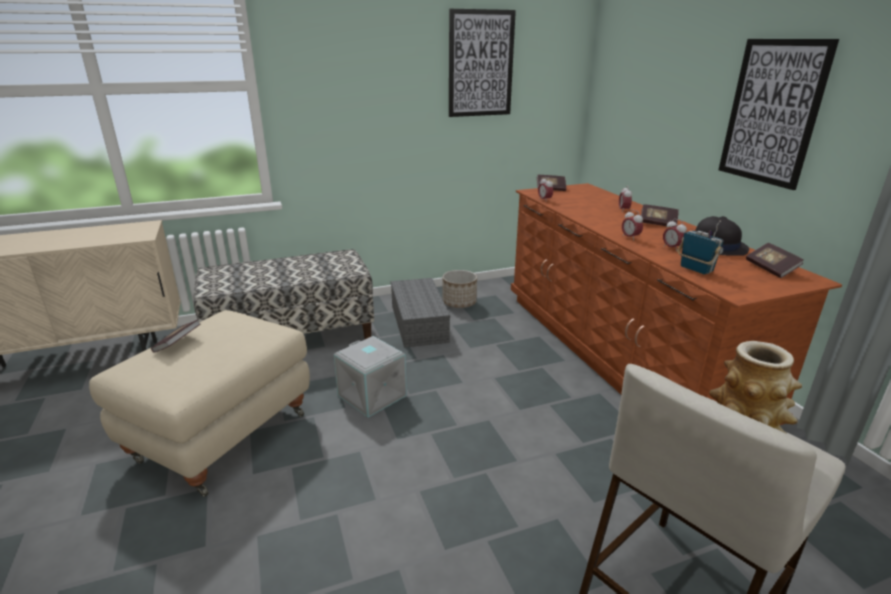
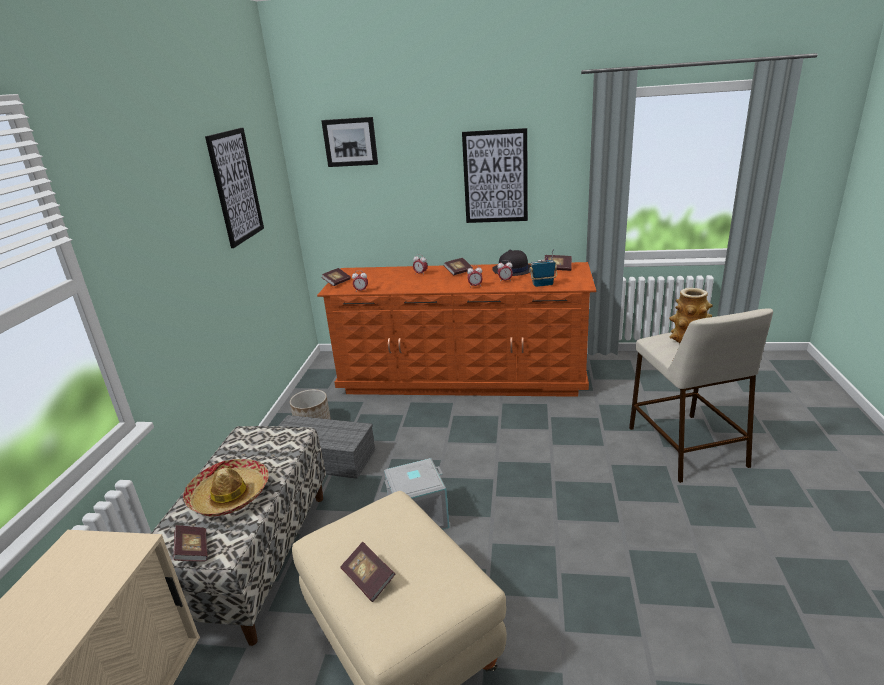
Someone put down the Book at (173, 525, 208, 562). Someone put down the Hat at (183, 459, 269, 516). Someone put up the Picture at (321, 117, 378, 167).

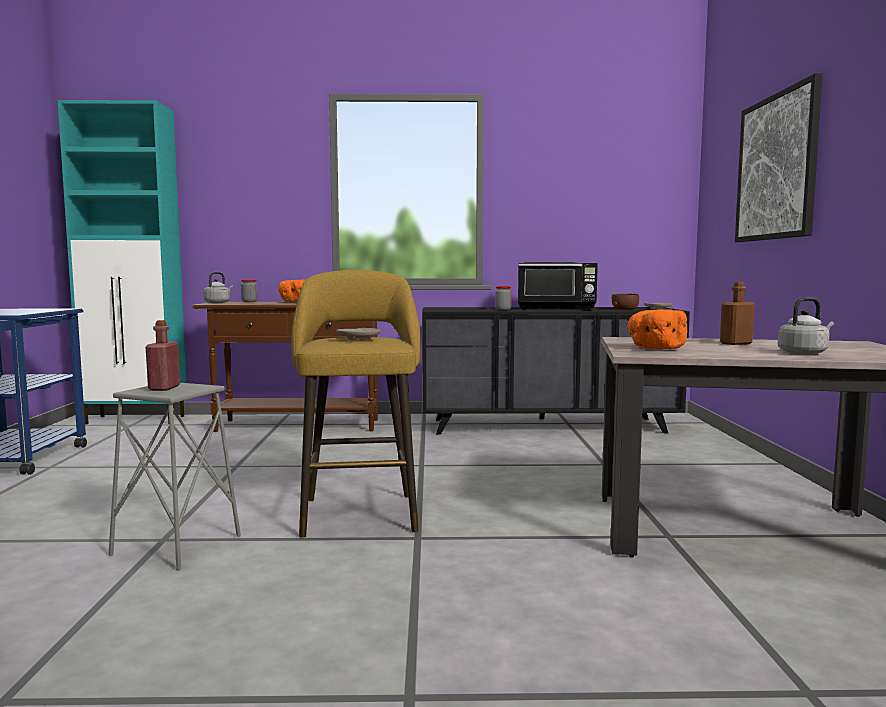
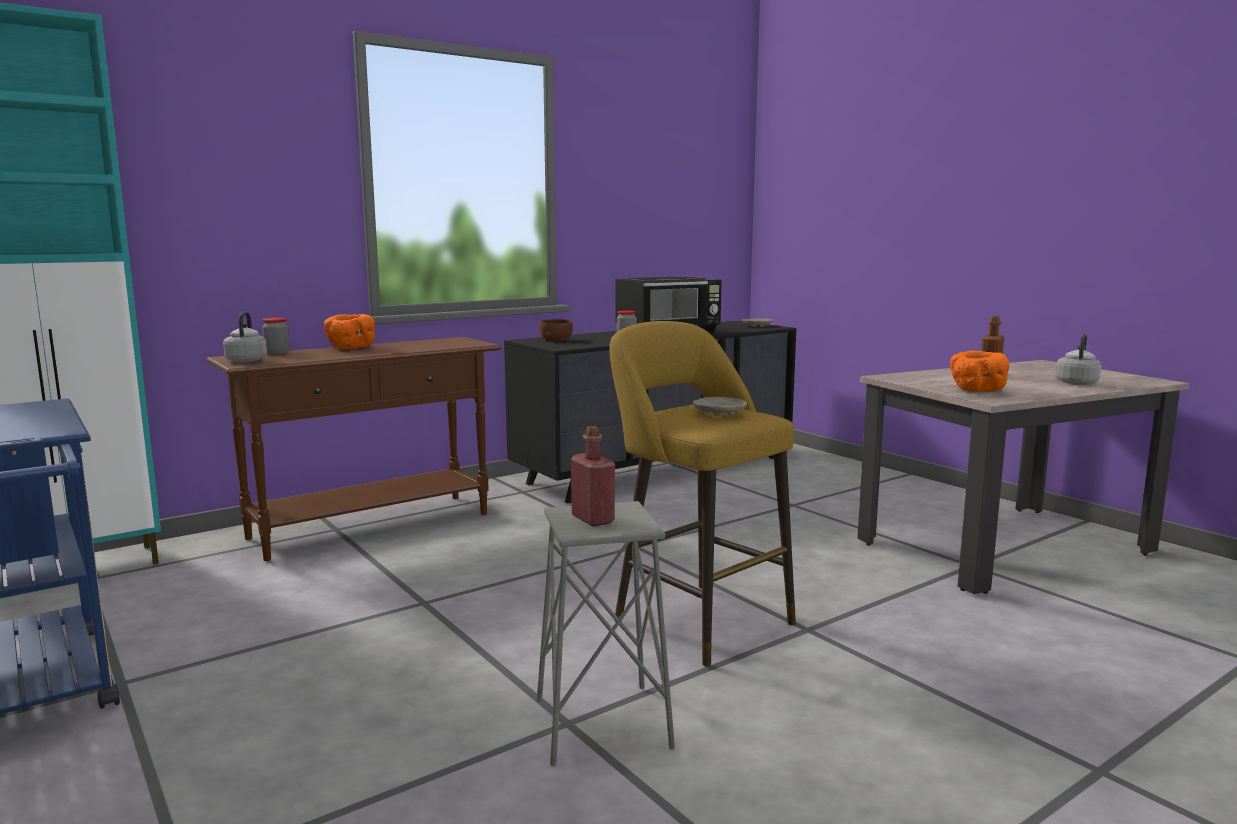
Someone carried the BrownBowl from (612, 294, 639, 310) to (539, 319, 573, 341). Someone took away the Picture at (735, 73, 823, 242).

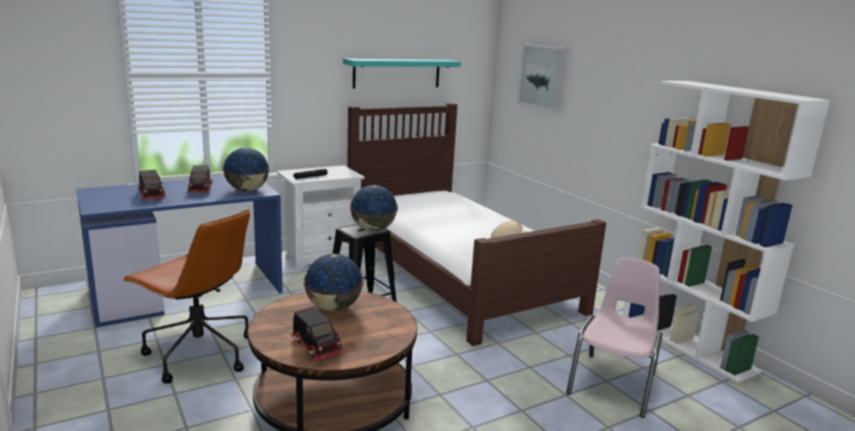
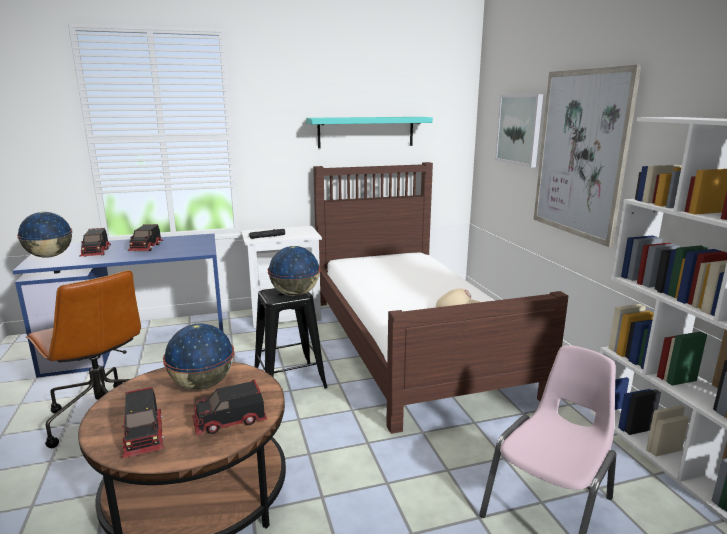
Someone carried the Globe from (223, 148, 270, 191) to (17, 212, 73, 258). Someone put down the ToyTruck at (192, 379, 267, 436). Someone put up the Picture at (534, 65, 641, 247).

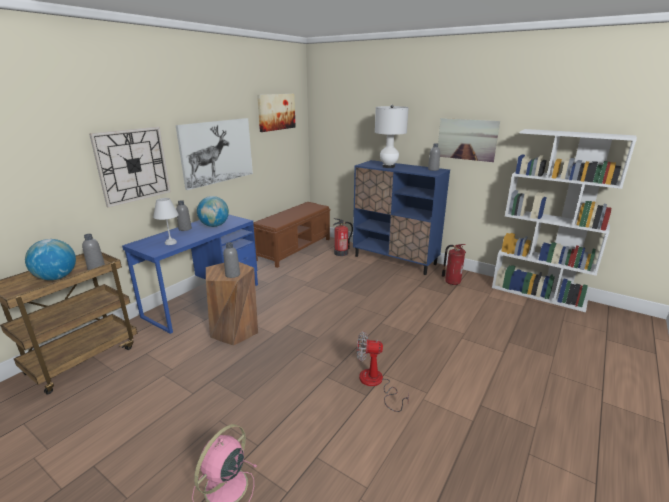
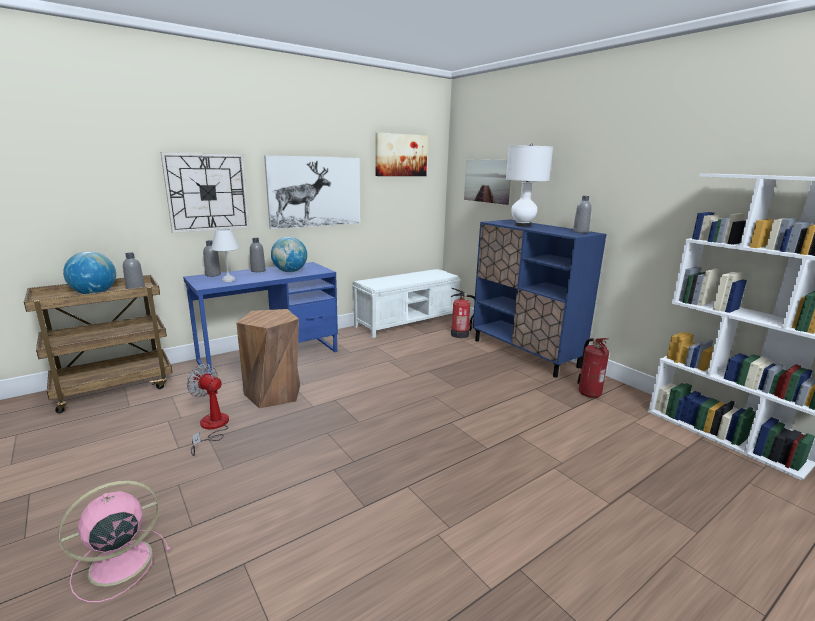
Someone carried the Fan from (357, 331, 409, 412) to (187, 364, 229, 456). Someone carried the GreyBottle from (223, 242, 240, 278) to (203, 240, 221, 277). Someone repainted the BrownBench at (253, 202, 331, 268), which became the WhiteBench at (352, 269, 461, 338). Someone carried the Picture from (438, 118, 500, 162) to (464, 159, 511, 205).

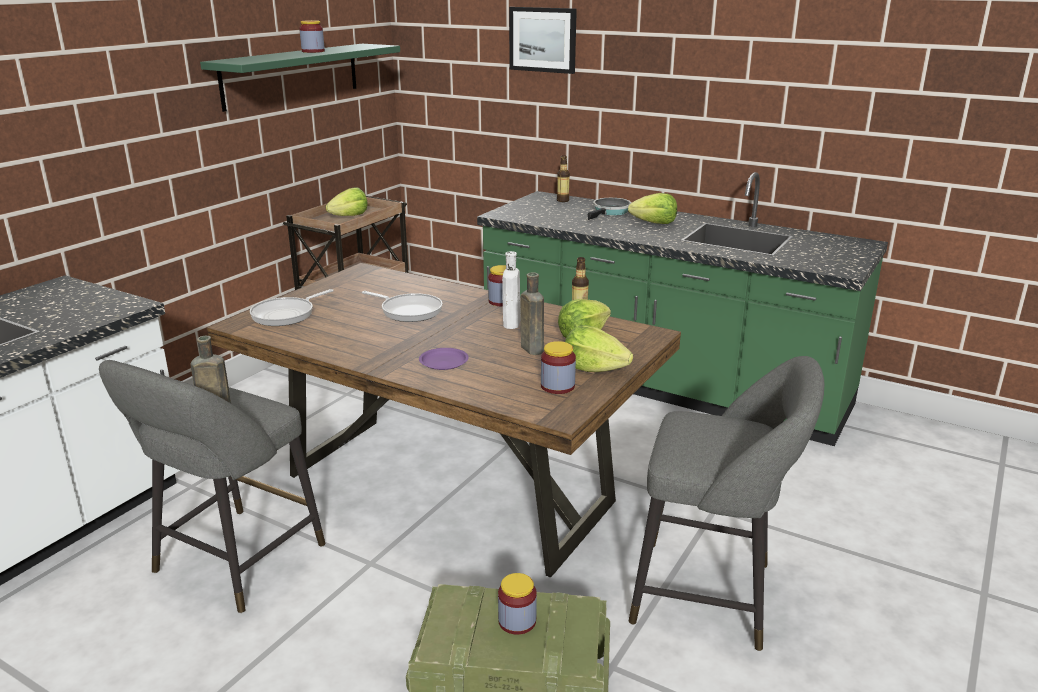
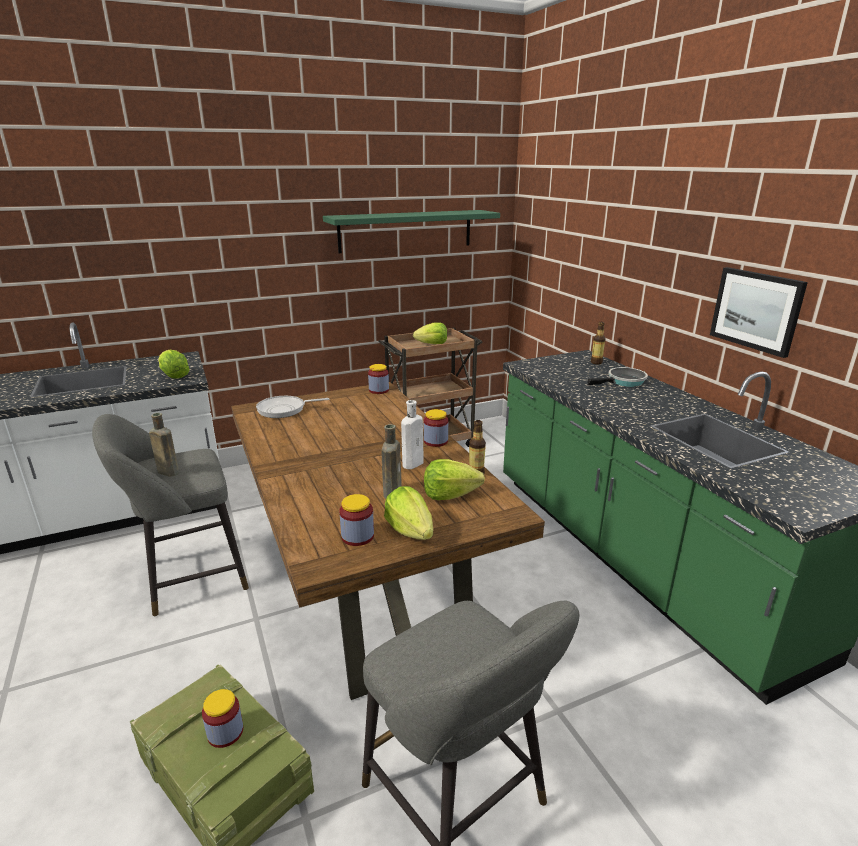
Someone carried the Lettuce from (628, 193, 677, 224) to (158, 350, 190, 379). Someone carried the Jar from (299, 20, 325, 53) to (368, 364, 389, 394). Someone carried the Picture from (509, 7, 577, 74) to (710, 267, 808, 358). Someone took away the FryingPan at (362, 291, 442, 322). Someone took away the PurplePlate at (419, 348, 469, 370).

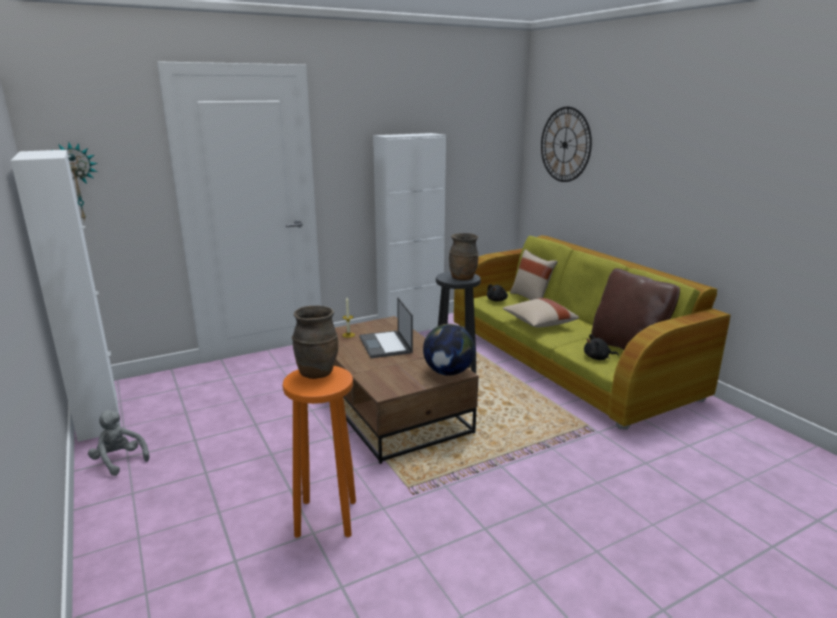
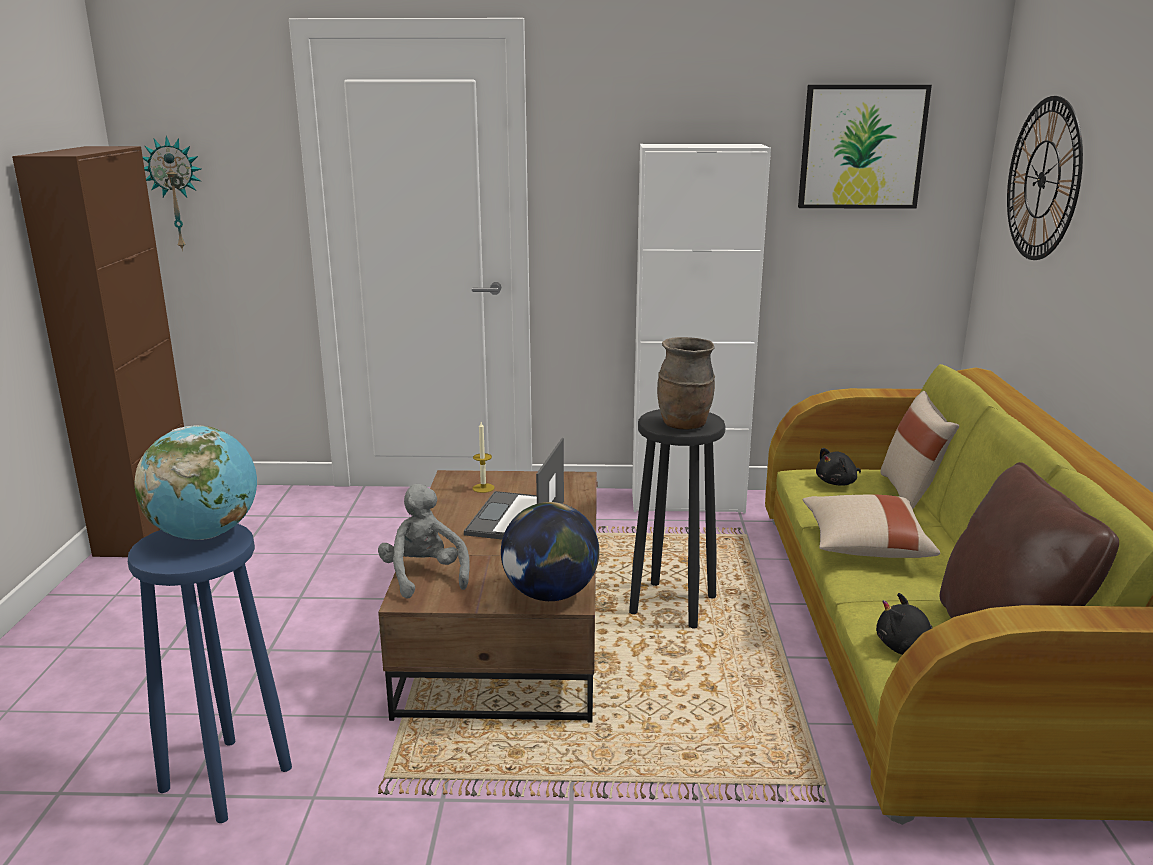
Someone repainted the WhiteCabinet at (11, 150, 121, 442), which became the BrownCabinet at (12, 146, 184, 557). Someone repainted the OrangeStool at (282, 366, 356, 538), which became the BlueStool at (128, 524, 292, 823). Someone swapped the BrownVase at (291, 305, 338, 379) for the Globe at (134, 425, 257, 540). Someone carried the GreyPlushToy from (88, 410, 149, 476) to (378, 484, 470, 599). Someone put up the Picture at (798, 85, 932, 209).

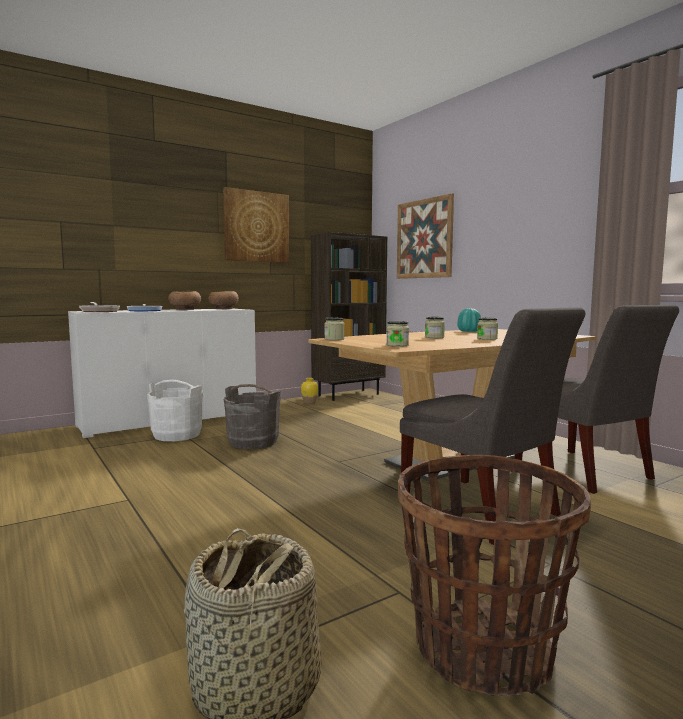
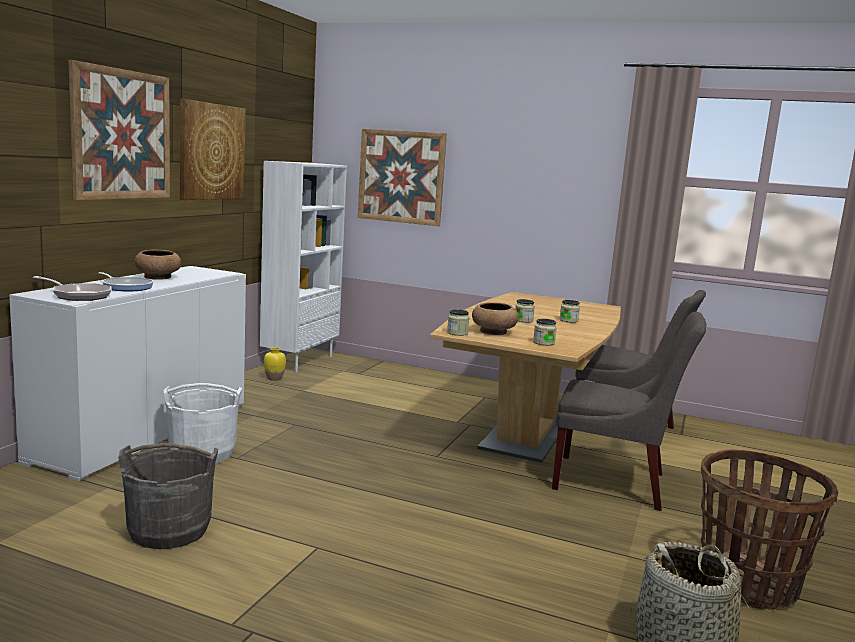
Someone put up the Picture at (68, 60, 170, 200). Someone carried the GreyBucket from (224, 384, 281, 449) to (118, 443, 218, 549). Someone repainted the BrownBookcase at (311, 232, 387, 401), which became the WhiteBookcase at (260, 161, 347, 372). Someone carried the BrownBowl from (209, 291, 239, 309) to (472, 302, 518, 335). Someone took away the TurquoiseVase at (457, 309, 481, 332).

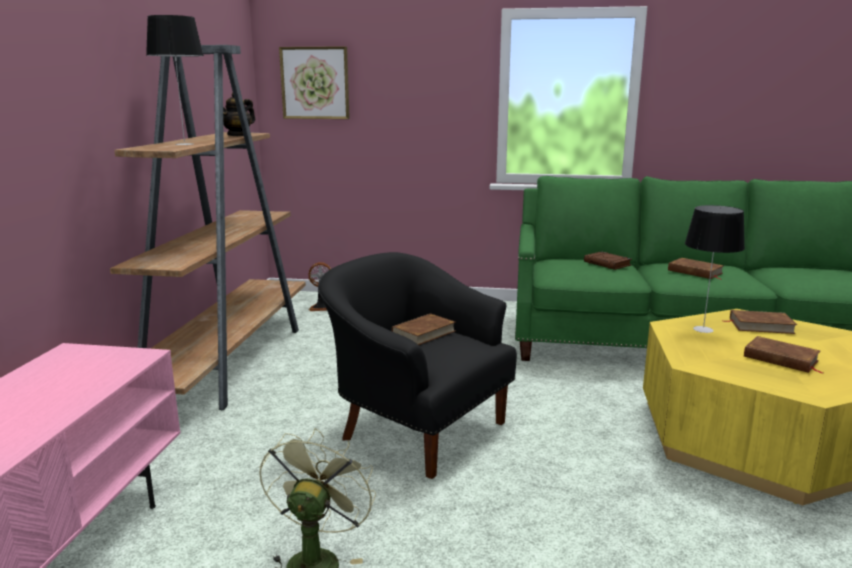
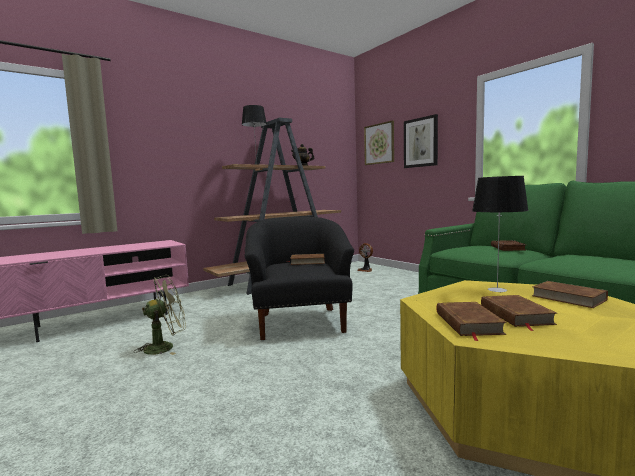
Someone put up the Picture at (404, 114, 438, 168). Someone carried the BrownBook from (668, 258, 724, 280) to (437, 302, 507, 341).

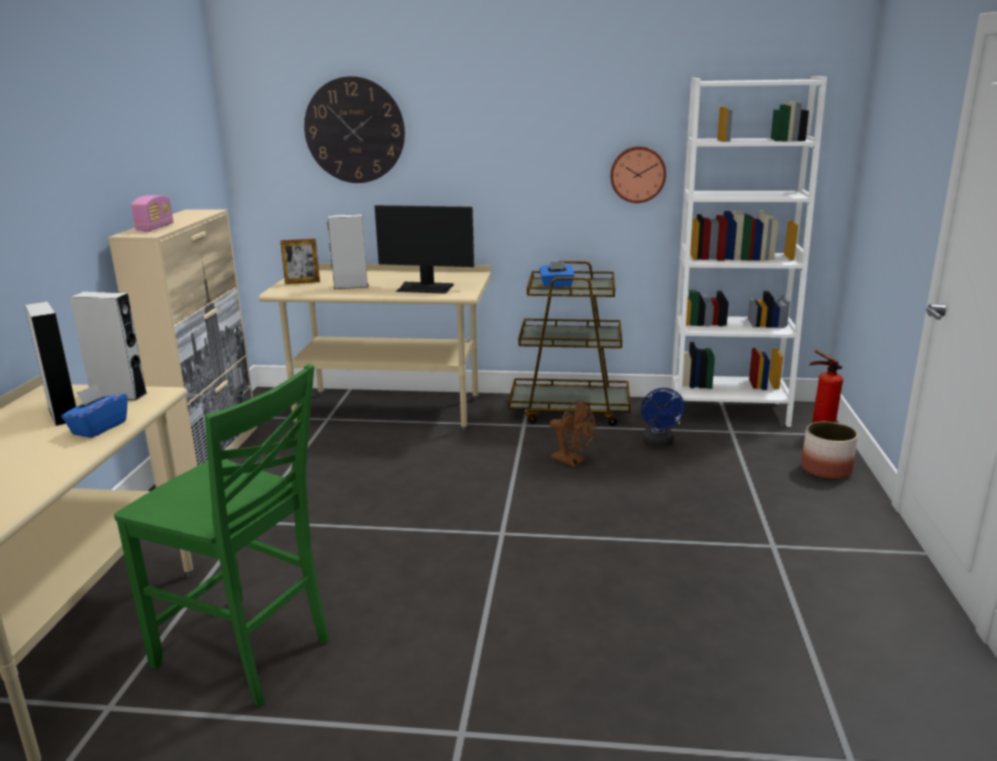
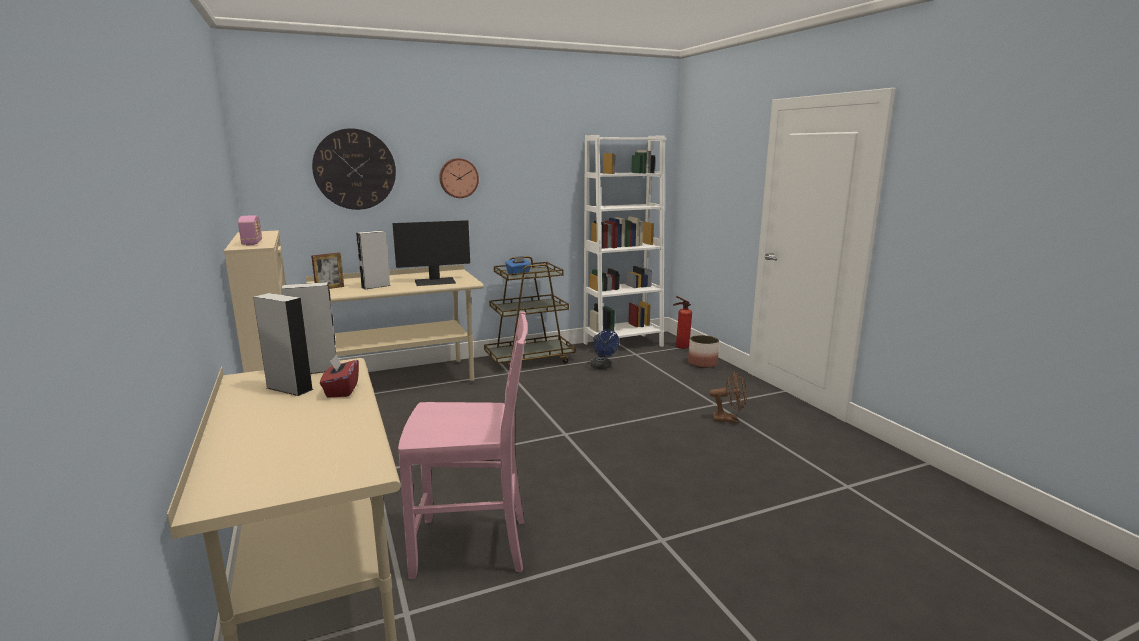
Someone repainted the BlueTissueBox at (61, 384, 128, 438), which became the RedTissueBox at (320, 354, 359, 398). Someone repainted the GreenChair at (114, 364, 329, 707), which became the PinkChair at (398, 311, 528, 579). Someone carried the WallClock from (610, 146, 666, 203) to (439, 158, 479, 198). Someone carried the BrownFan from (550, 401, 596, 467) to (709, 371, 747, 423).

